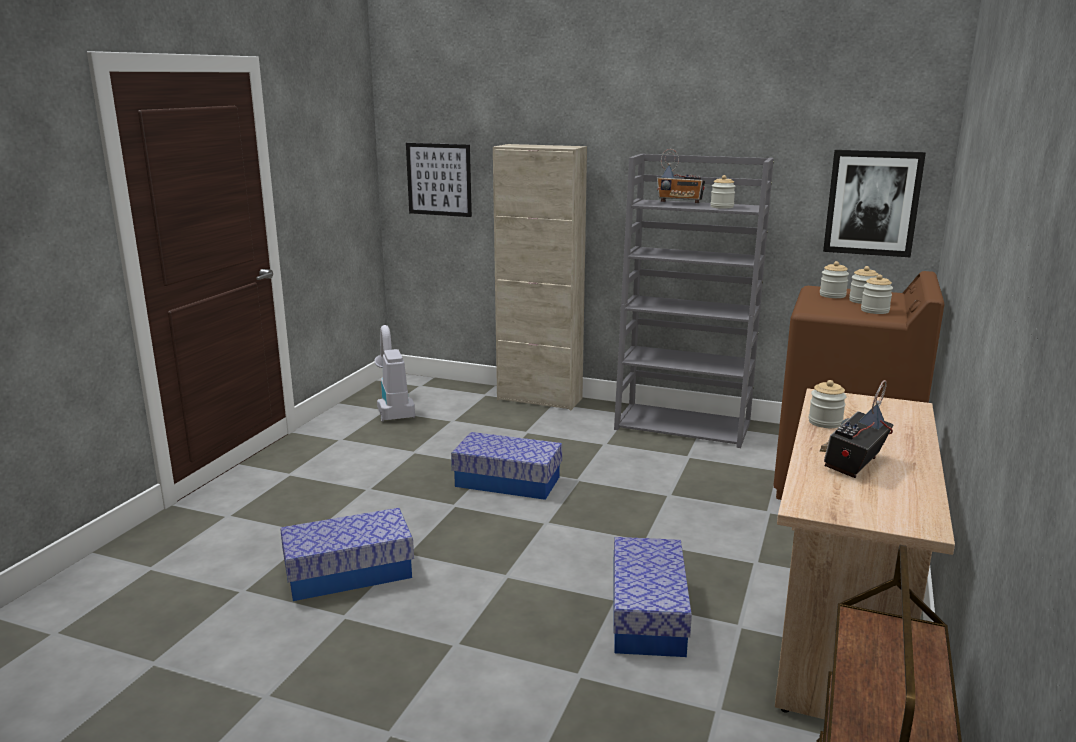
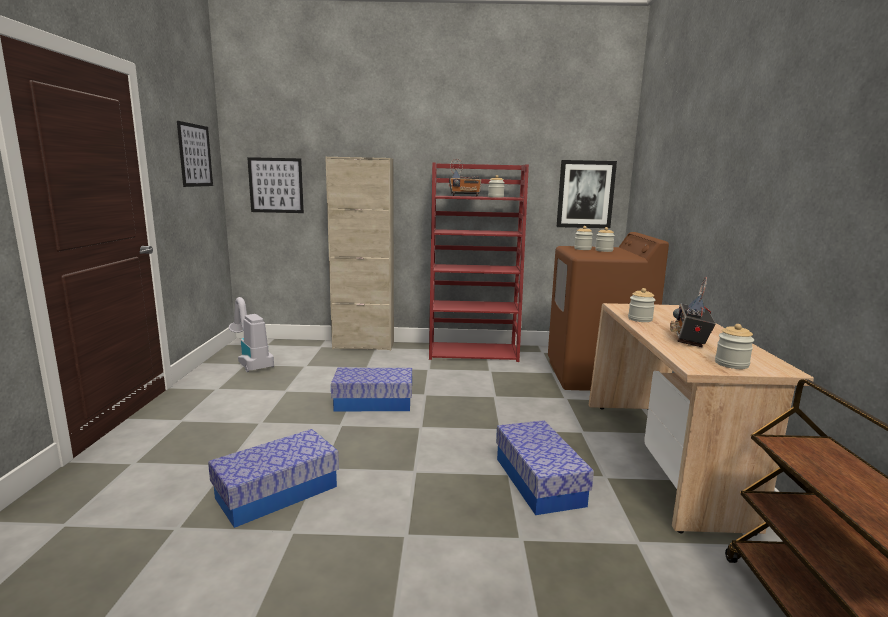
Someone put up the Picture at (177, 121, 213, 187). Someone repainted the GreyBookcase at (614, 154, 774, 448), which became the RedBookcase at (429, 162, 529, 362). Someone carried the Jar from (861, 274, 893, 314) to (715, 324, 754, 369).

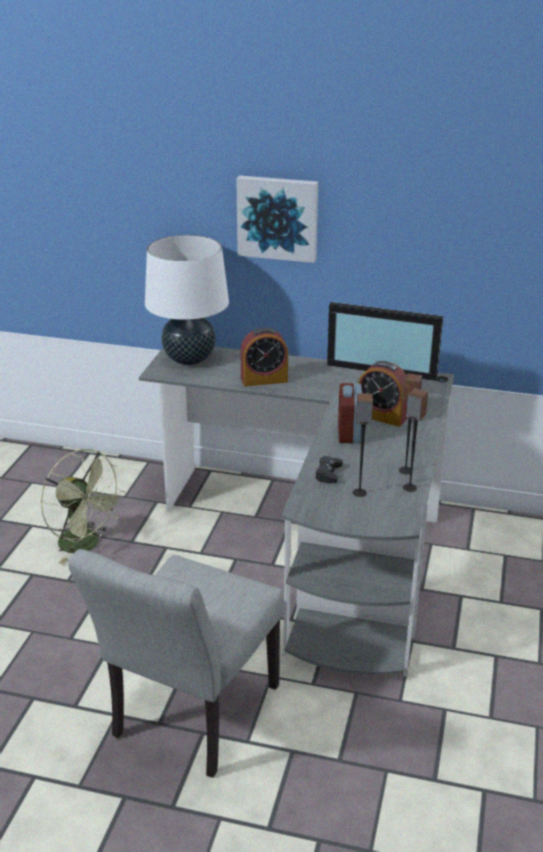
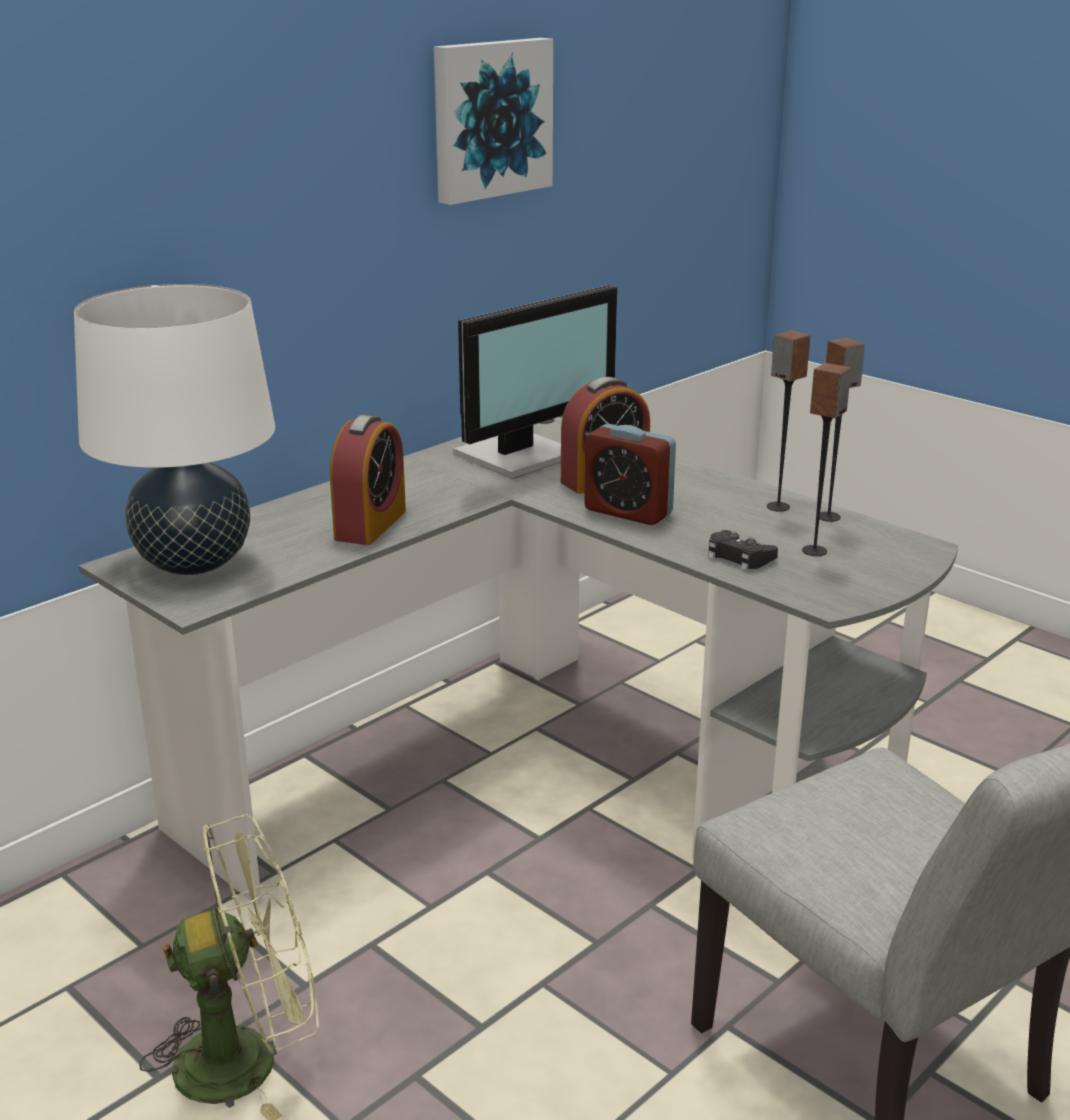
Someone carried the Picture from (236, 175, 318, 263) to (434, 38, 553, 205).

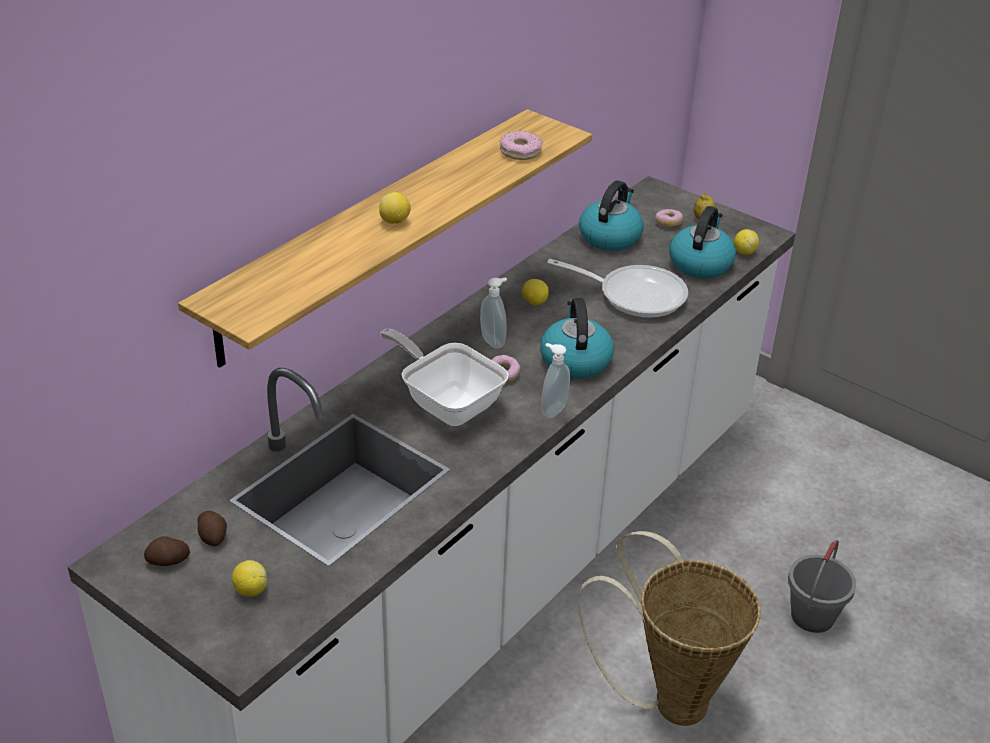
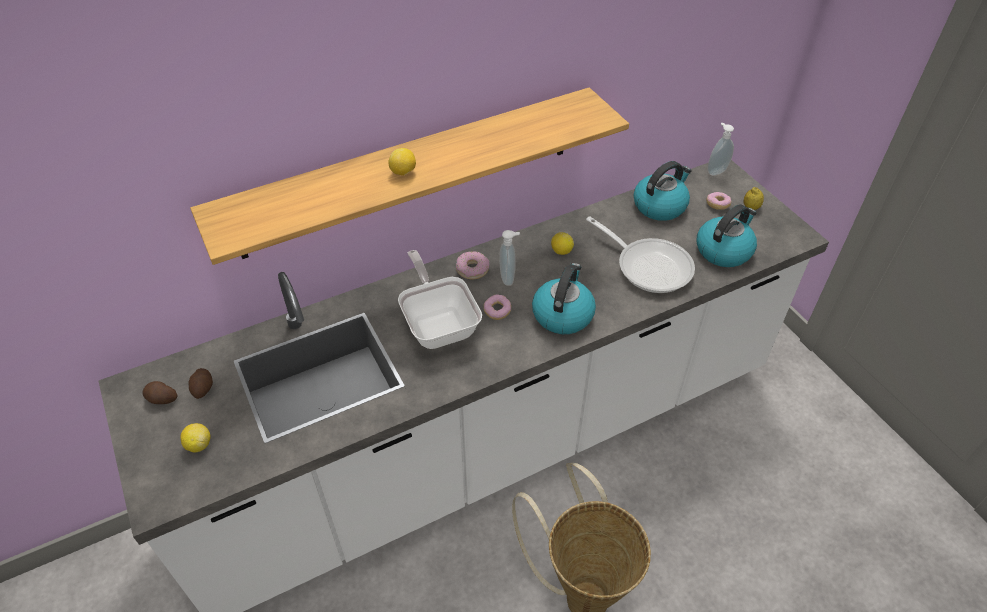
Someone carried the Donut from (500, 131, 543, 160) to (456, 251, 489, 279). Someone carried the SoapDispenser from (541, 343, 570, 418) to (707, 122, 734, 176). Someone took away the Lemon at (734, 229, 759, 255). Someone took away the GreyBucket at (788, 540, 856, 633).

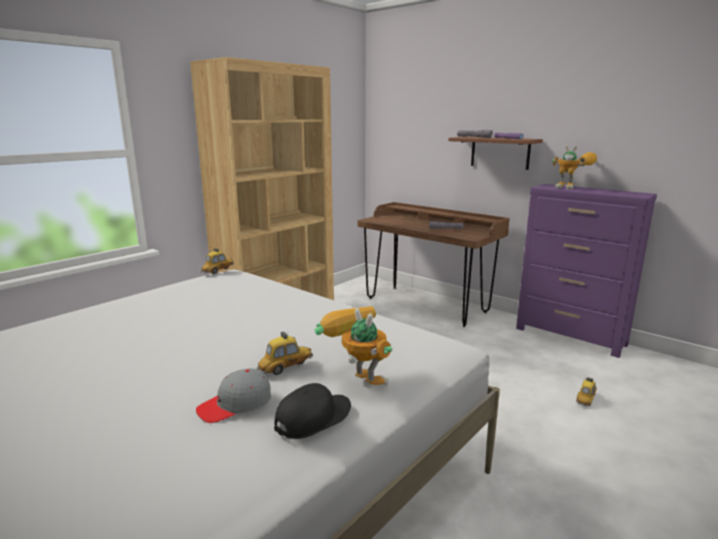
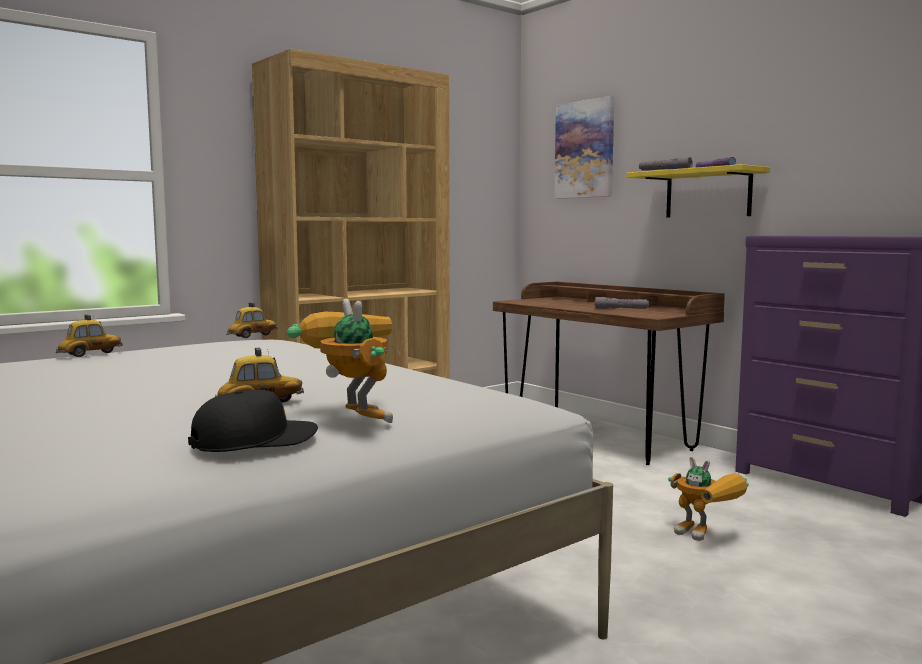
Someone carried the ToyCar from (576, 376, 597, 406) to (55, 314, 123, 357). Someone put up the Picture at (554, 96, 614, 199). Someone repainted the BrownShelf at (448, 137, 543, 170), which became the YellowShelf at (626, 164, 770, 217). Someone carried the ToyRobot from (551, 146, 597, 189) to (668, 456, 749, 541). Someone took away the GreyCap at (196, 368, 271, 423).

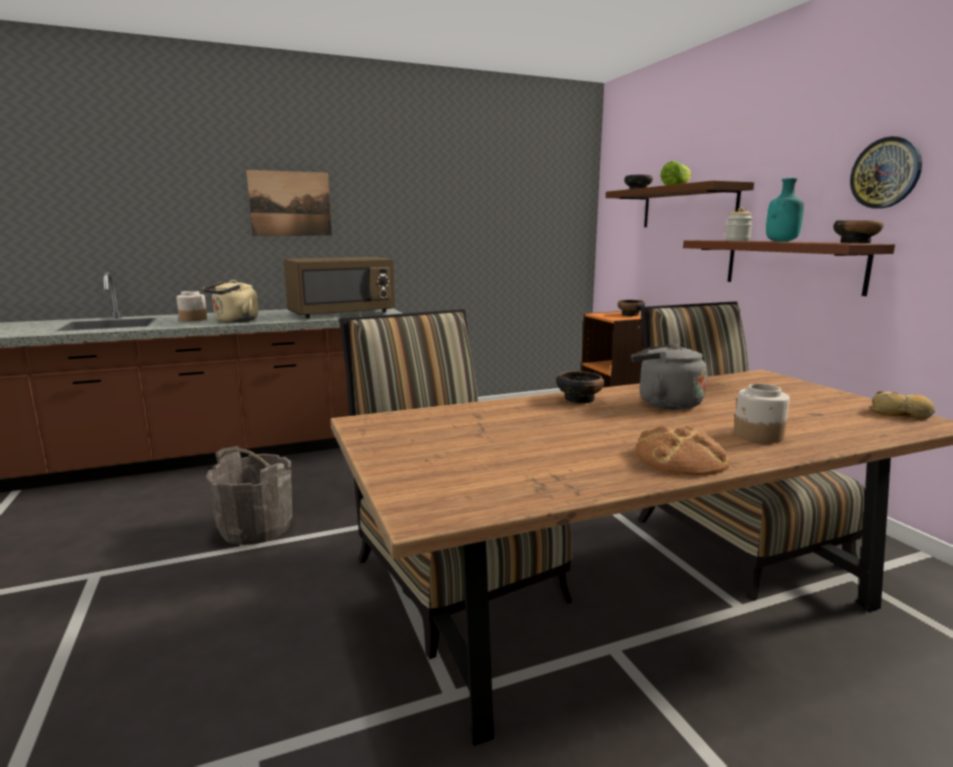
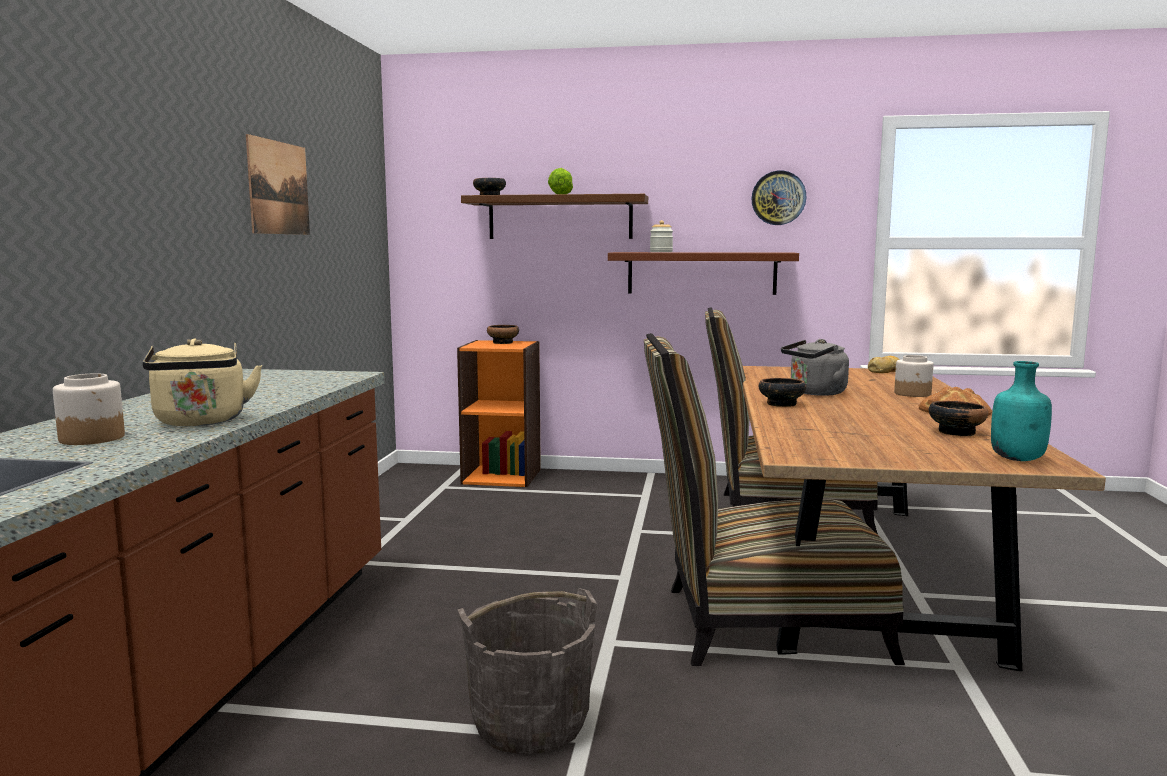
Someone carried the Picture from (246, 170, 332, 236) to (246, 134, 310, 235). Someone carried the Bowl from (833, 220, 884, 243) to (929, 401, 988, 436). Someone carried the TurquoiseBottle from (766, 178, 804, 242) to (991, 361, 1052, 461). Someone took away the BrownMicrowave at (283, 257, 395, 318).

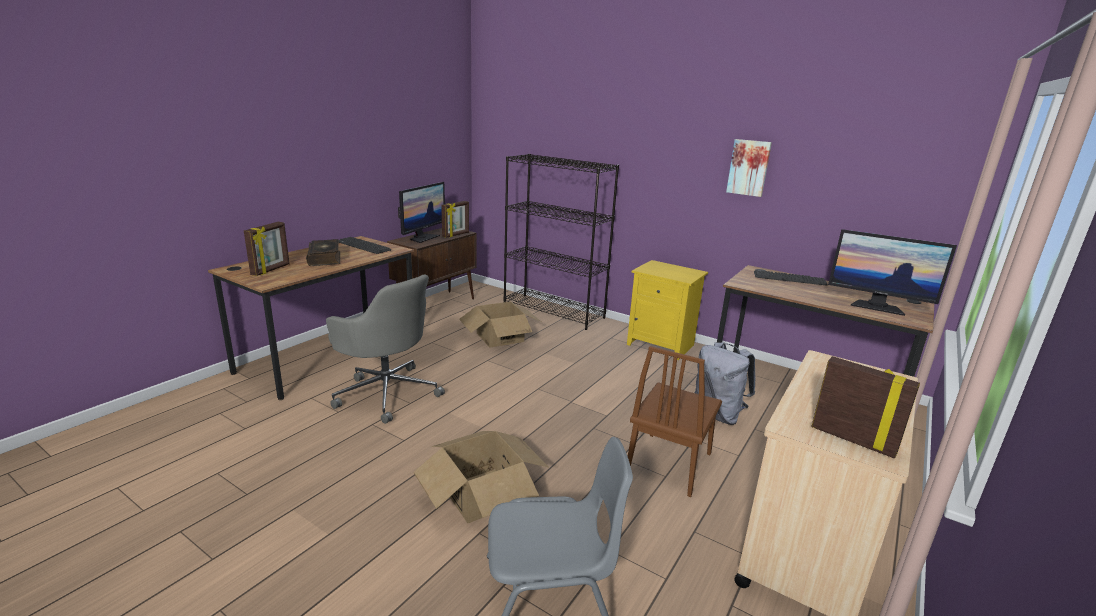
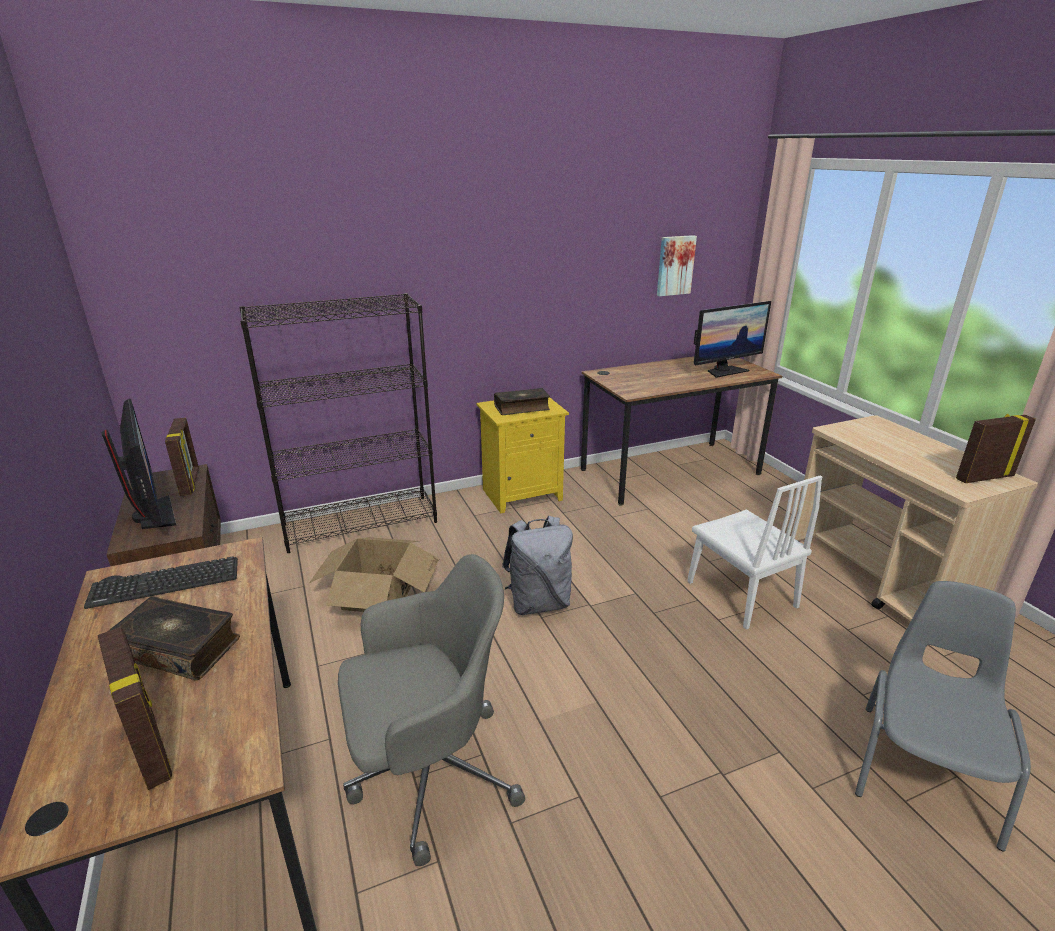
Someone put down the Book at (494, 388, 550, 415). Someone carried the GreyBackpack from (695, 342, 755, 425) to (502, 516, 573, 615). Someone carried the Picture from (726, 139, 772, 197) to (657, 235, 697, 296). Someone repainted the BrownChair at (628, 346, 722, 497), which became the WhiteChair at (687, 475, 822, 630). Someone took away the CardboardBox at (413, 431, 549, 523). Someone took away the Keyboard at (754, 270, 827, 285).

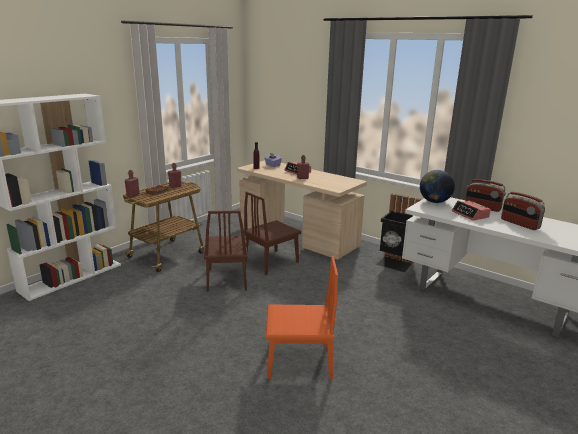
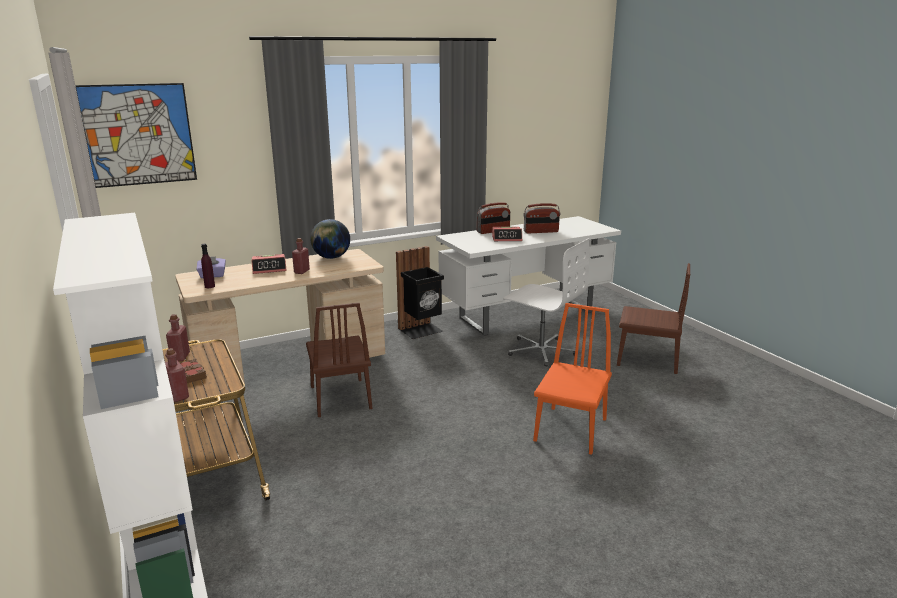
Someone put up the Picture at (75, 83, 197, 188). Someone carried the Globe from (420, 170, 455, 203) to (310, 219, 350, 259). Someone put down the WhiteOfficeChair at (503, 239, 589, 366). Someone carried the BrownChair from (204, 210, 247, 292) to (617, 263, 690, 374).

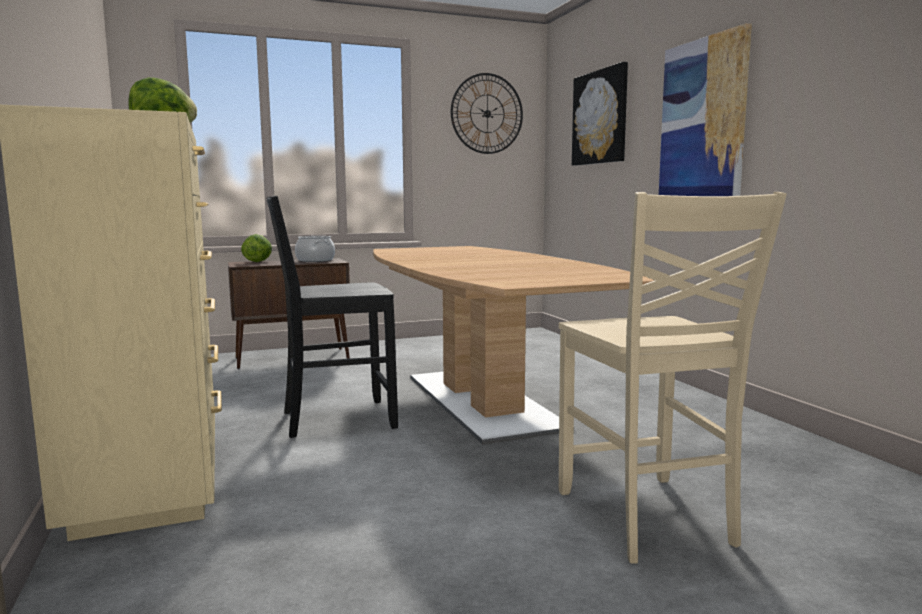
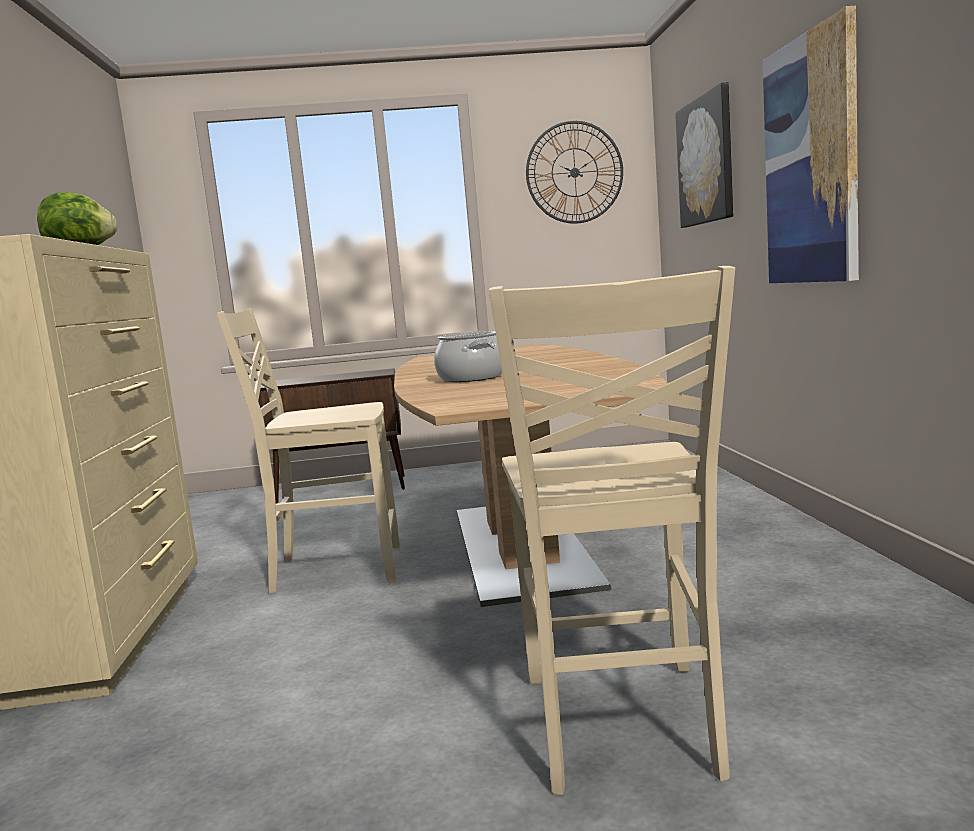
Someone repainted the BlackChair at (266, 196, 398, 438), which became the BeigeChair at (217, 309, 400, 594). Someone carried the CookingPot from (295, 236, 335, 262) to (434, 331, 502, 382). Someone took away the Lettuce at (241, 234, 272, 262).

